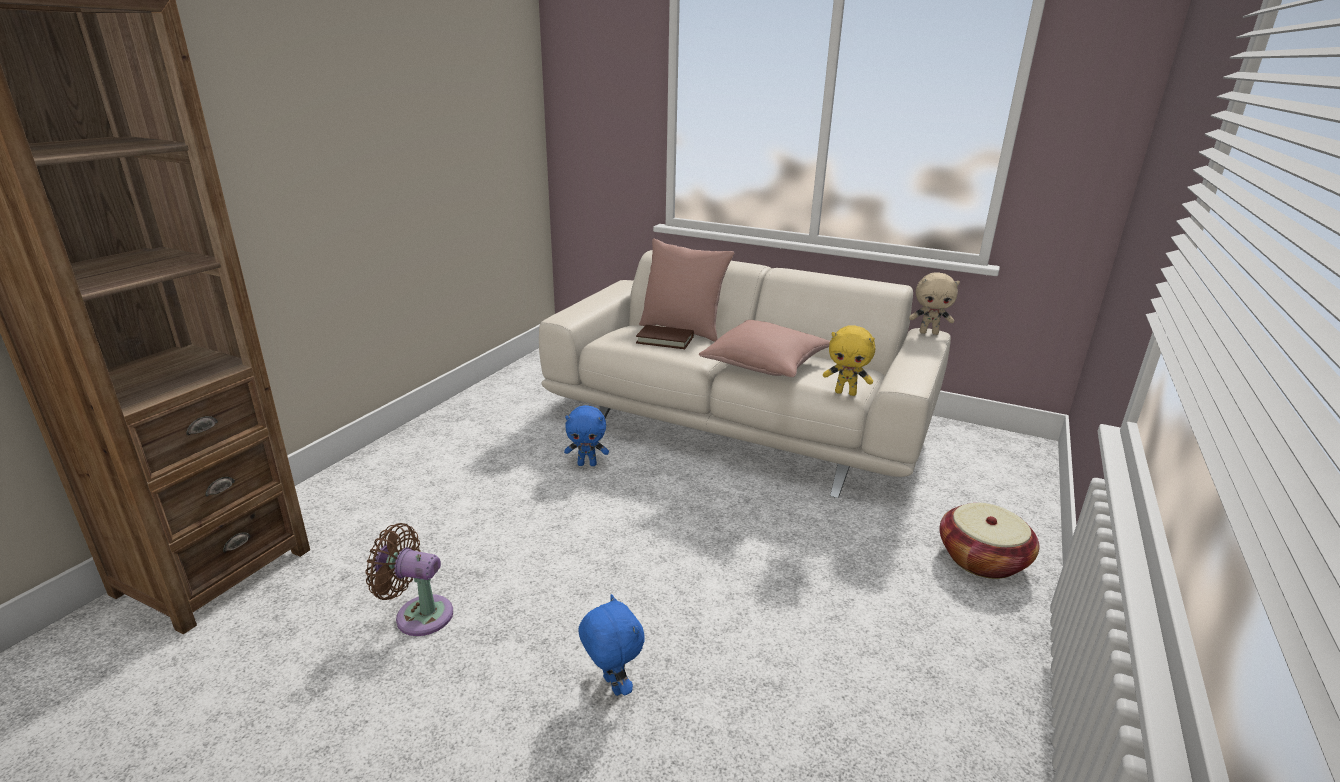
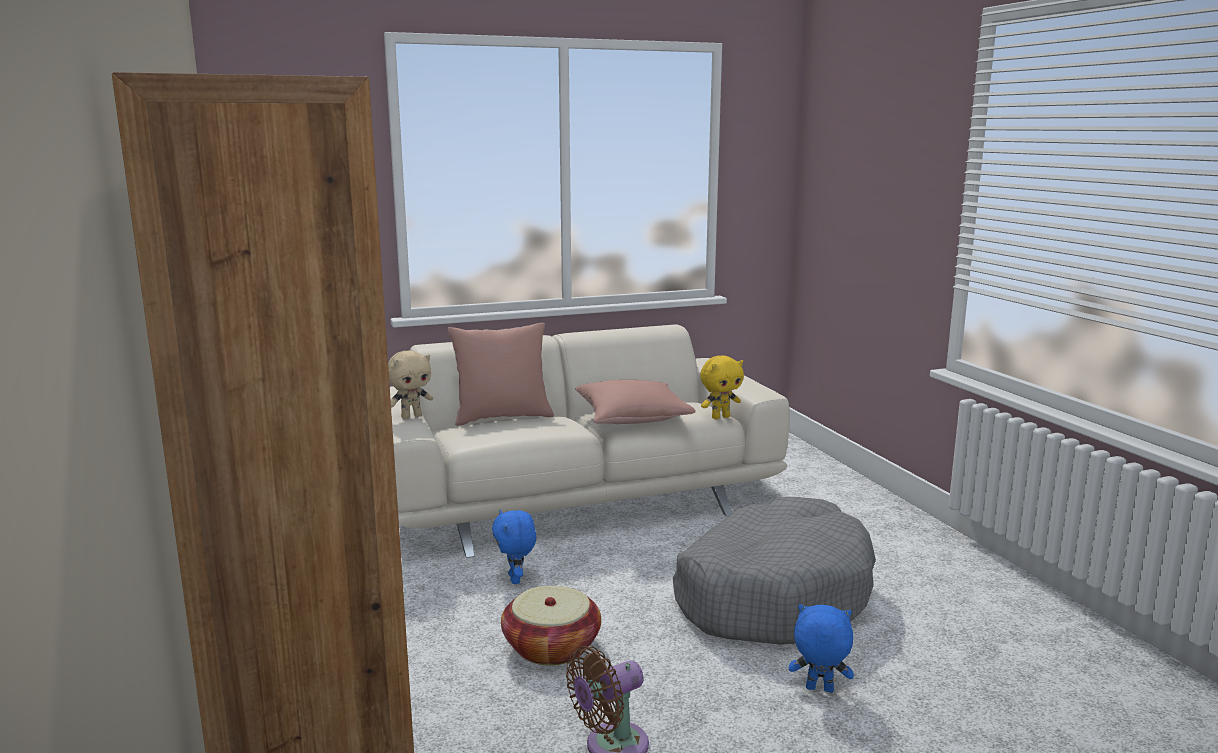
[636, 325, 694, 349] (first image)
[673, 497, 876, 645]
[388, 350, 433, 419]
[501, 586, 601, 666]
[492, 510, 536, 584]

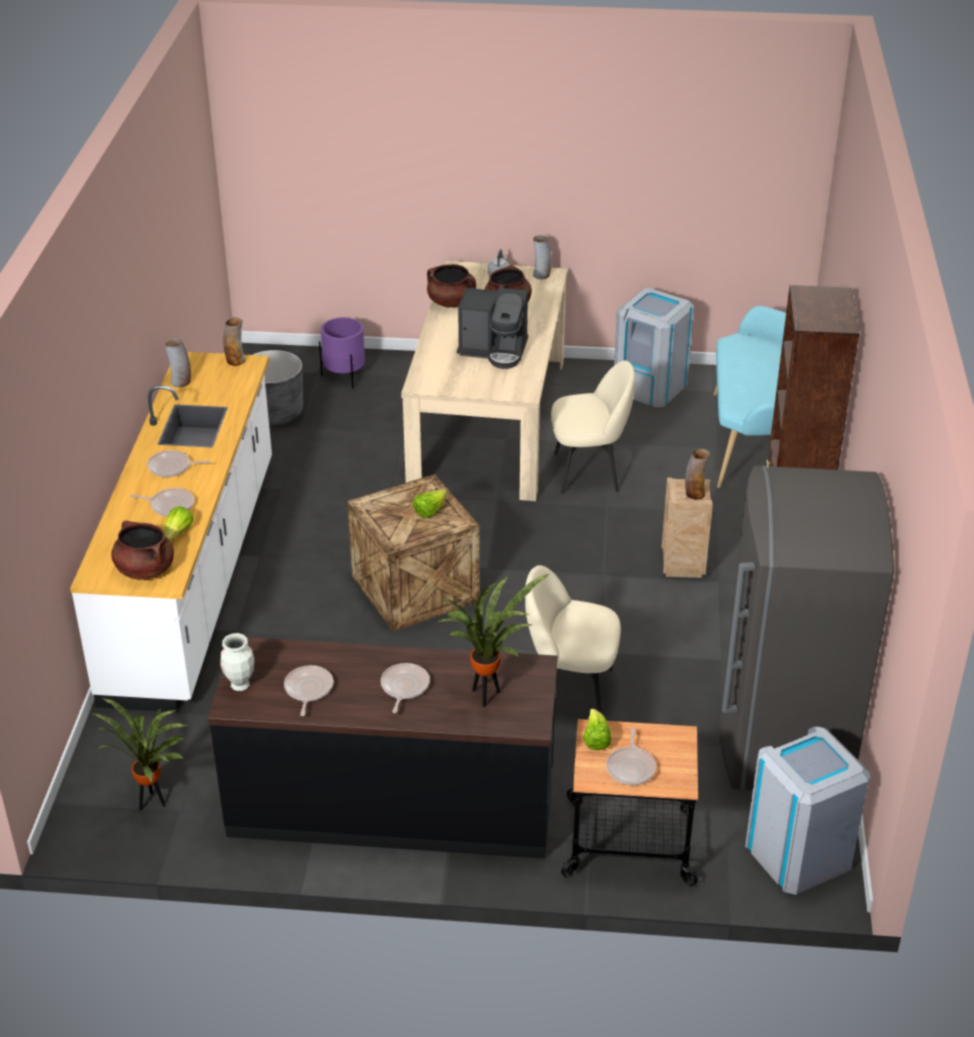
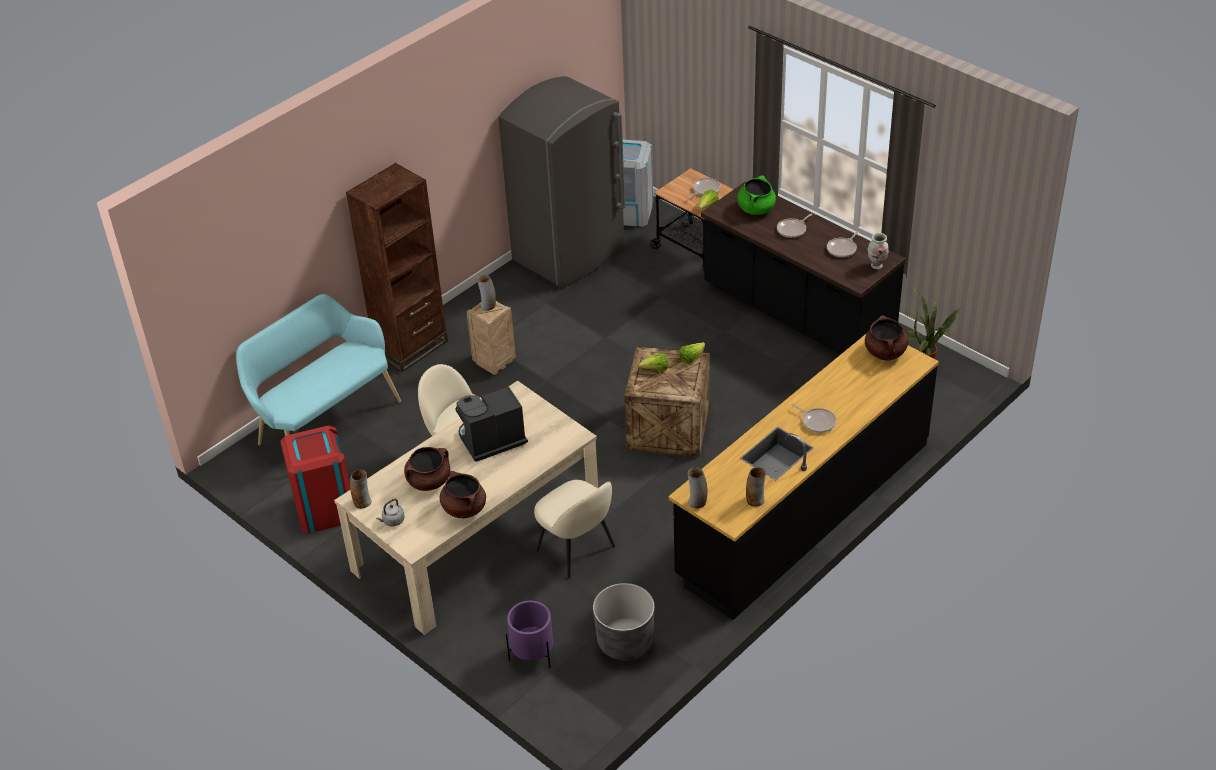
[130, 488, 194, 516] (first image)
[679, 342, 705, 364]
[534, 480, 615, 579]
[737, 175, 776, 215]
[668, 333, 939, 620]
[280, 426, 350, 534]
[456, 386, 528, 462]

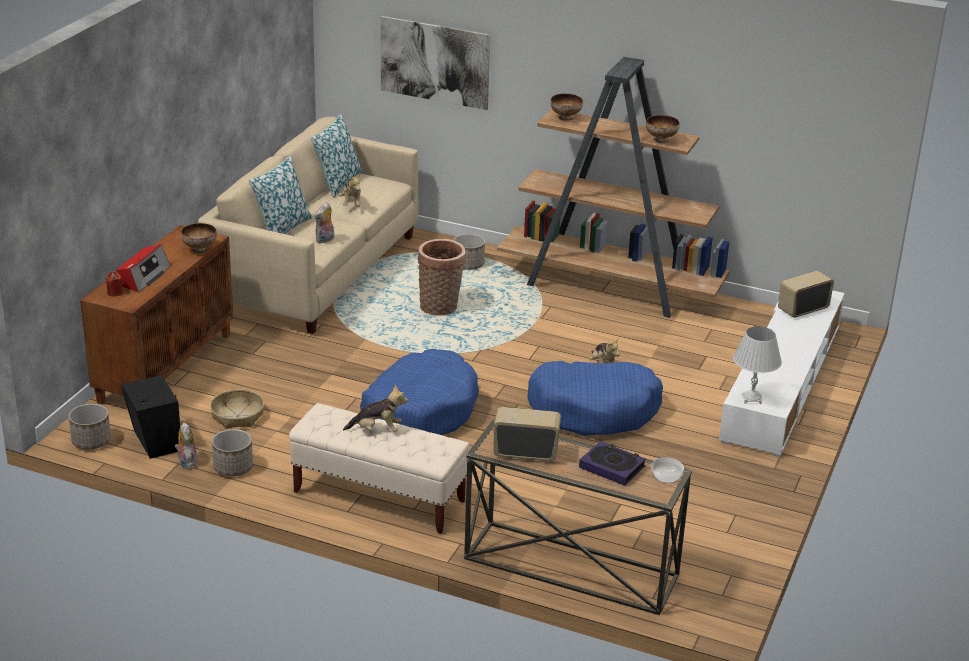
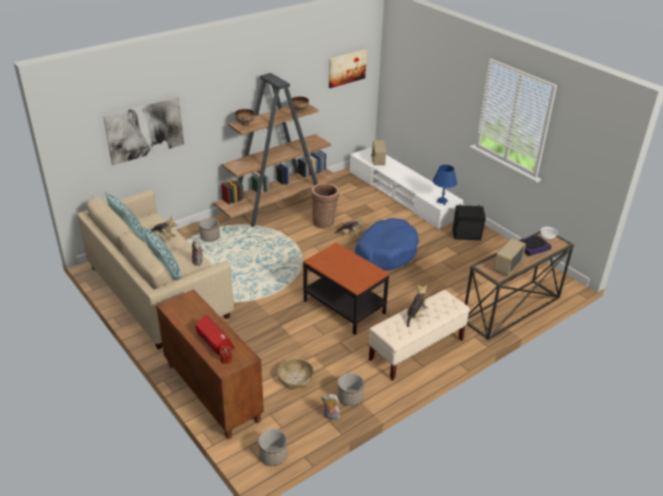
[181, 223, 217, 253] (first image)
[329, 50, 367, 88]
[452, 204, 486, 240]
[311, 183, 339, 229]
[303, 243, 390, 335]
[433, 165, 457, 205]

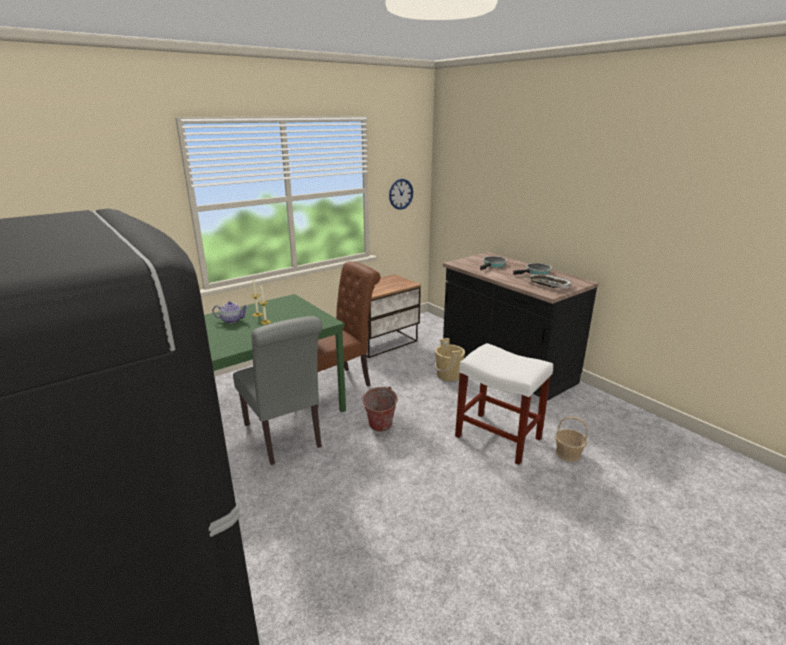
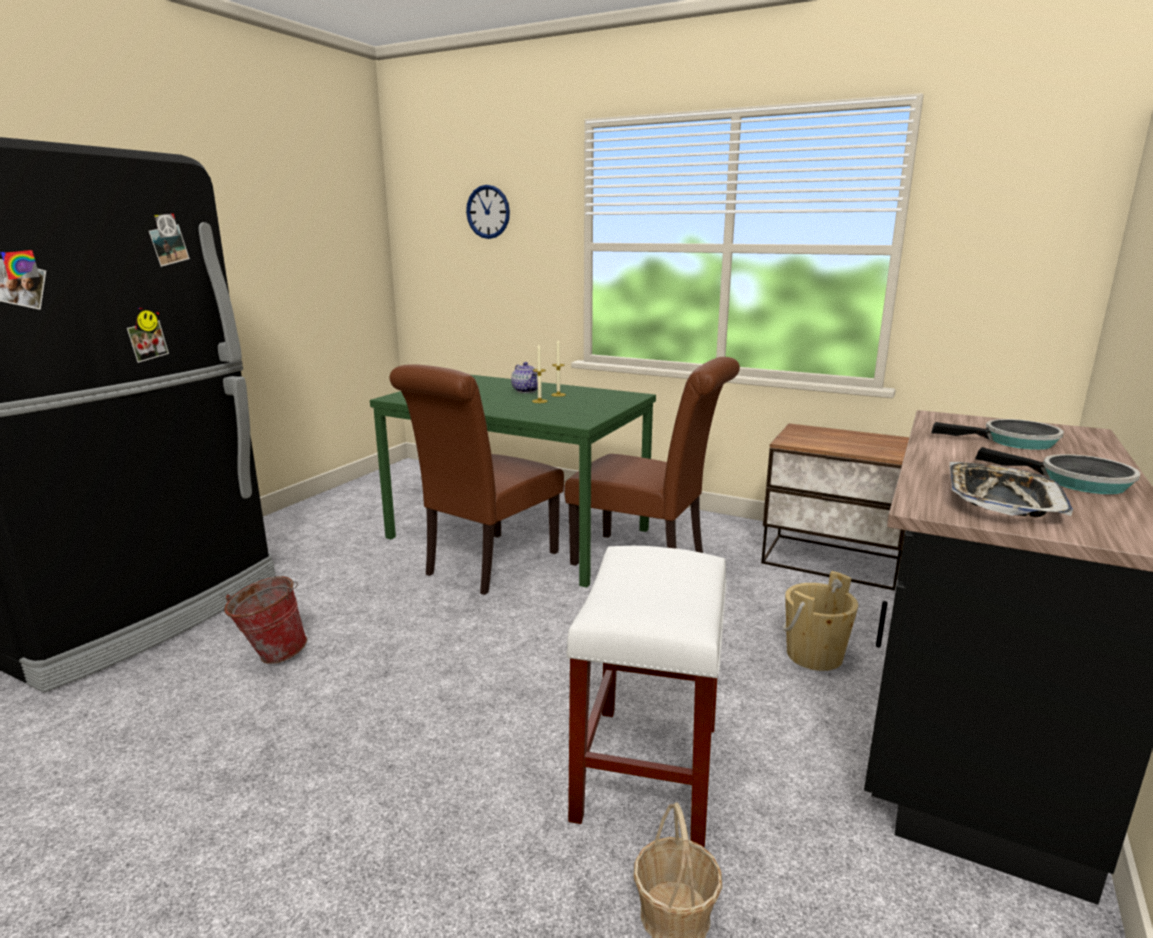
[224, 576, 307, 664]
[466, 185, 510, 239]
[390, 364, 564, 595]

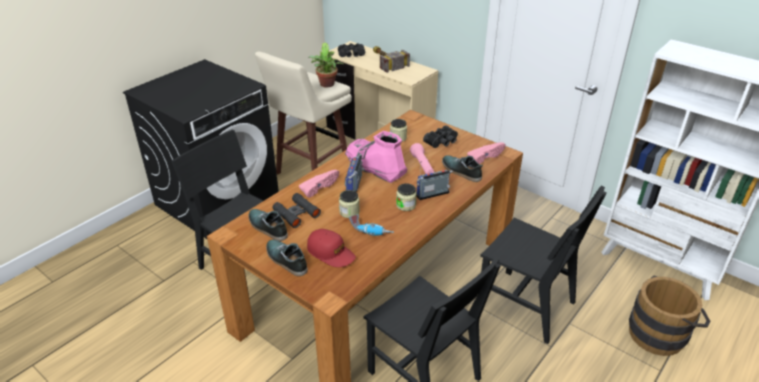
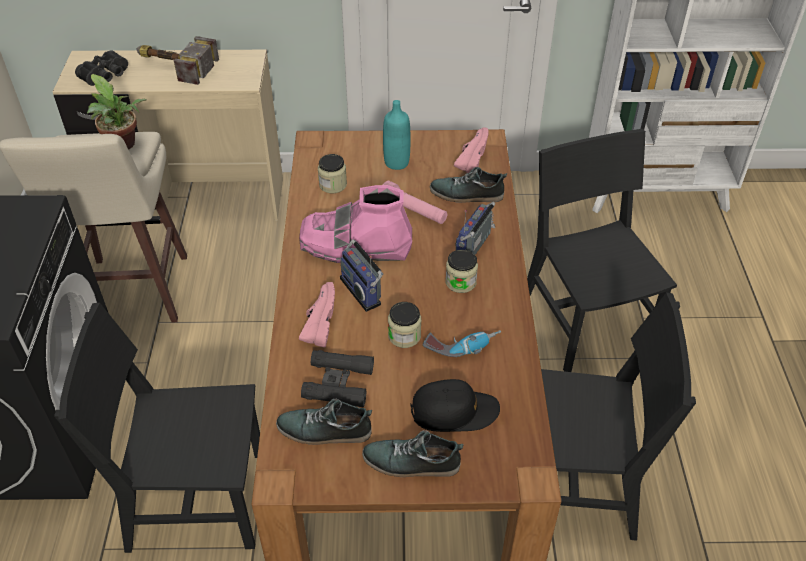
[629, 275, 710, 356] (first image)
[383, 100, 410, 170]
[410, 379, 500, 432]
[527, 129, 677, 372]

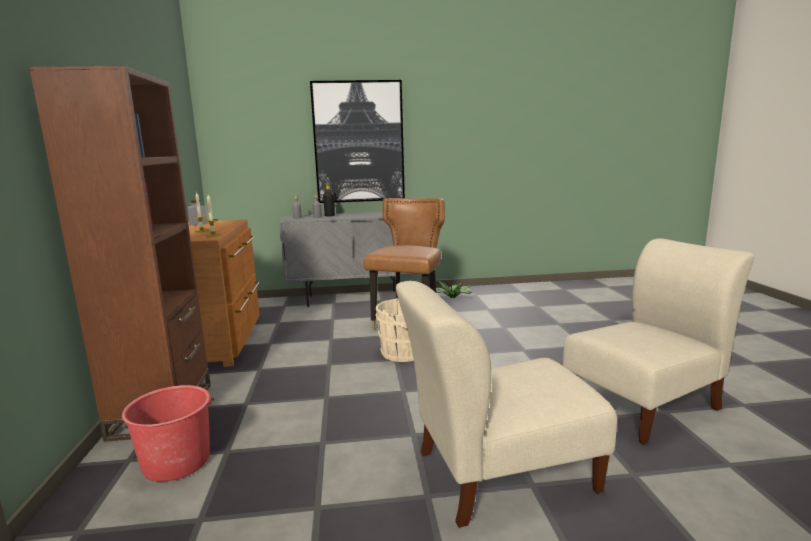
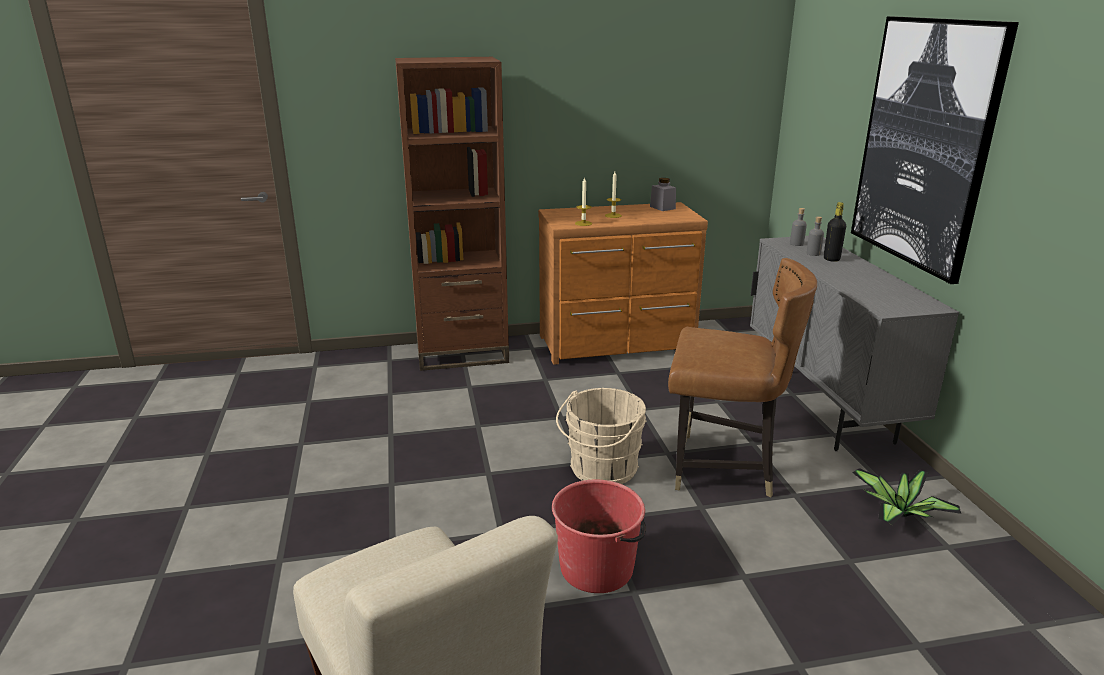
[396, 281, 617, 528] (first image)
[552, 480, 646, 593]

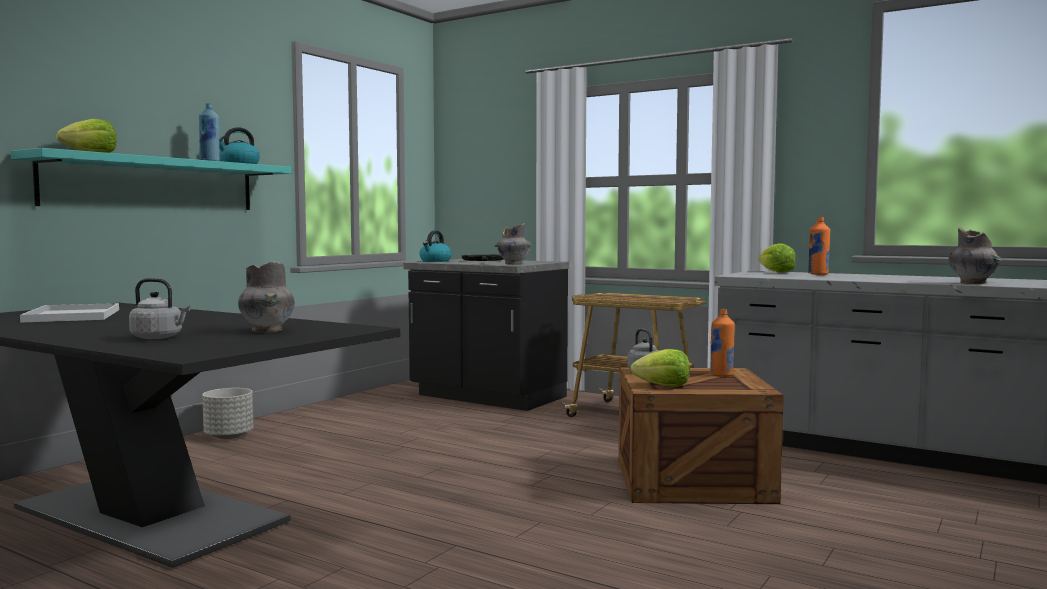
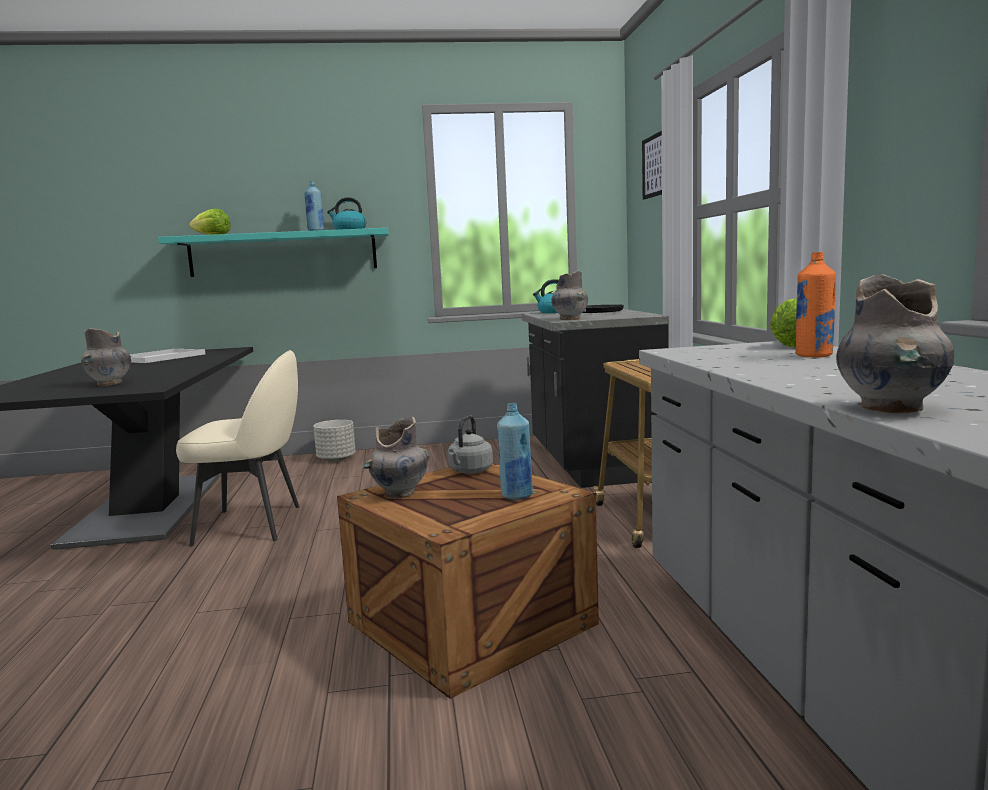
[129, 278, 191, 339] (first image)
[176, 350, 299, 547]
[642, 131, 662, 200]
[362, 417, 430, 498]
[497, 403, 533, 500]

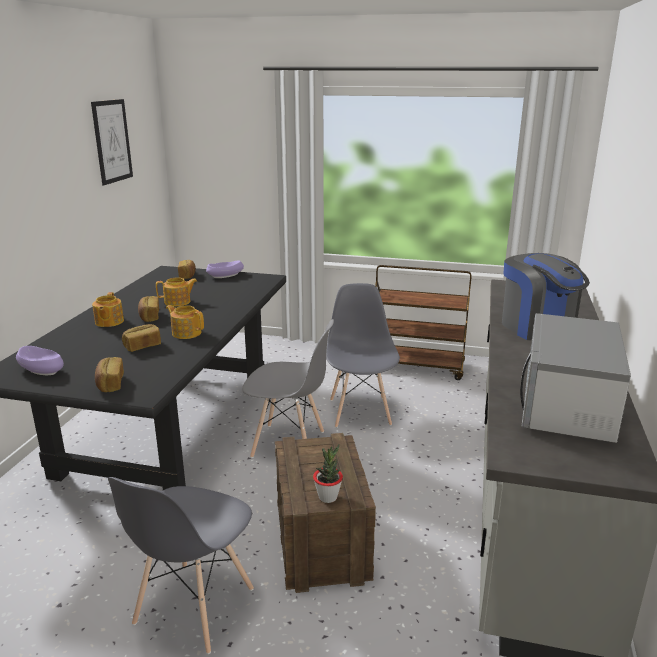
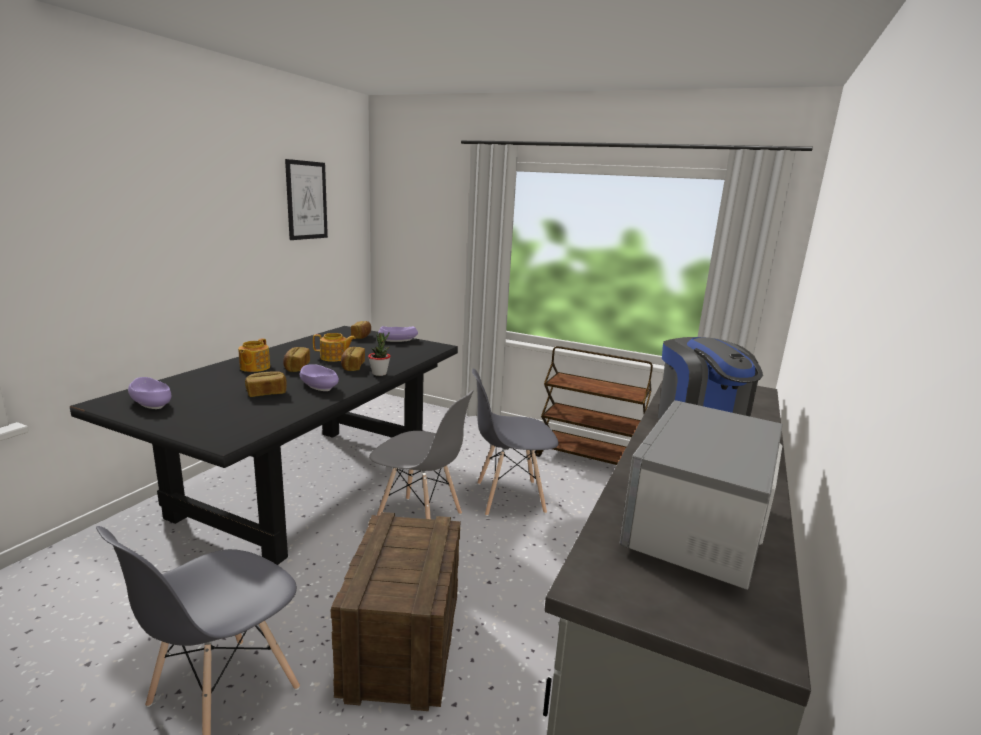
[341, 347, 365, 371]
[368, 332, 391, 376]
[300, 364, 339, 391]
[472, 368, 559, 516]

